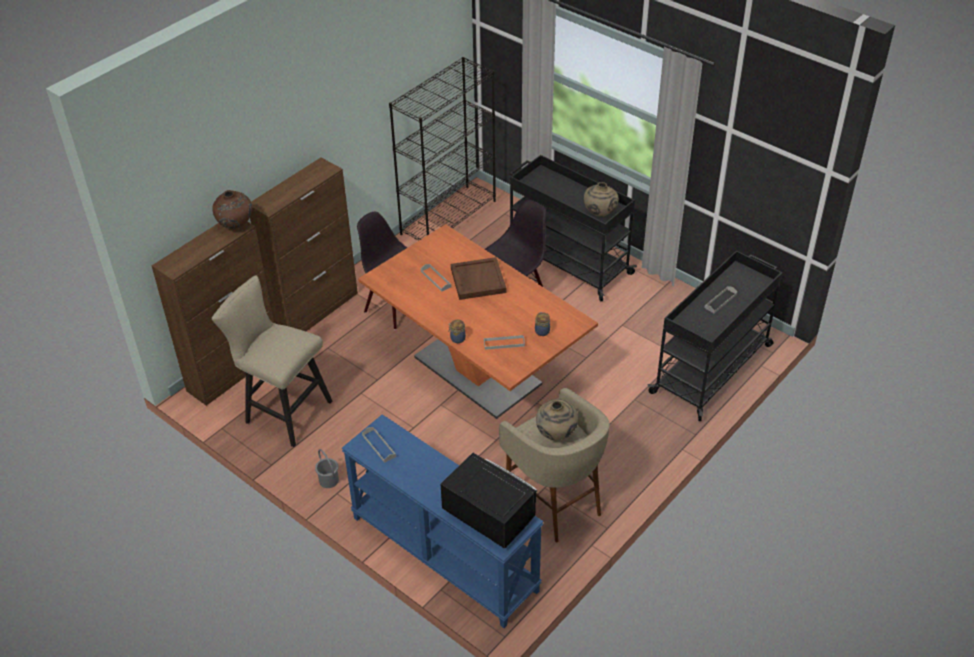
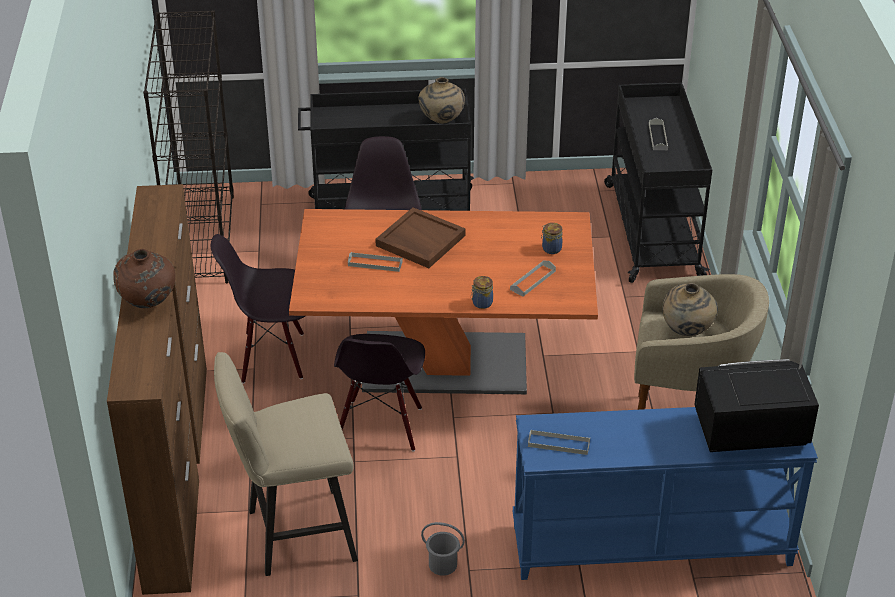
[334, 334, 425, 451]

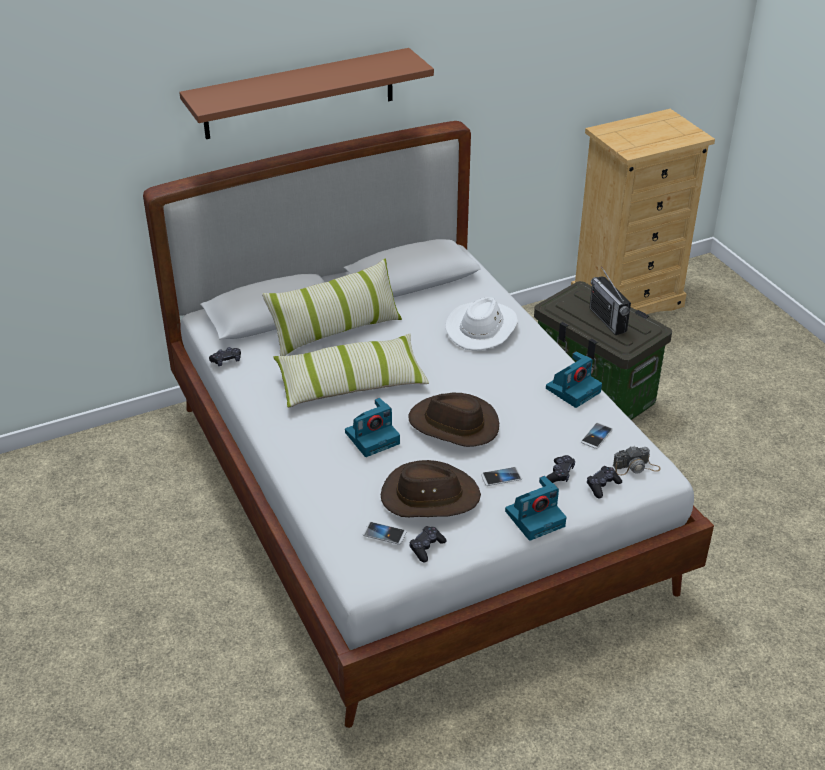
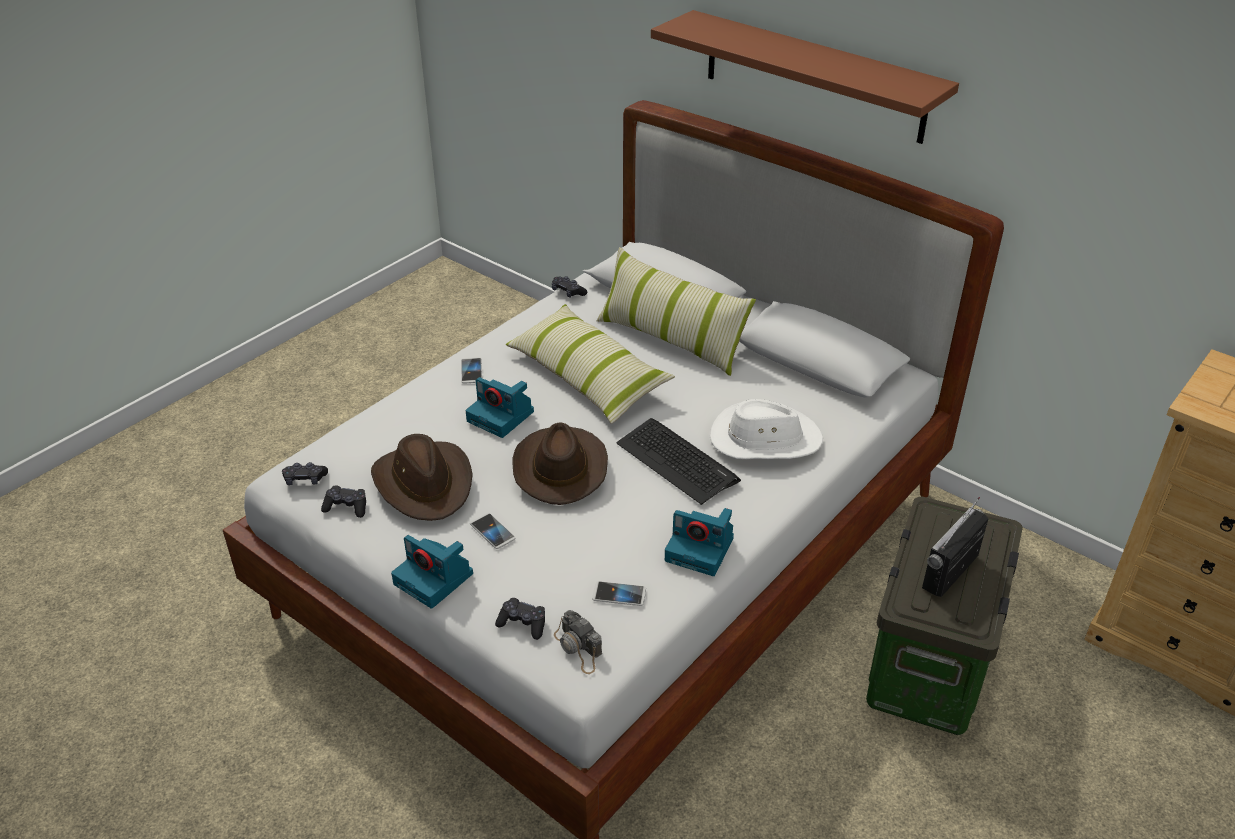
[616, 418, 741, 505]
[461, 357, 482, 383]
[282, 462, 328, 485]

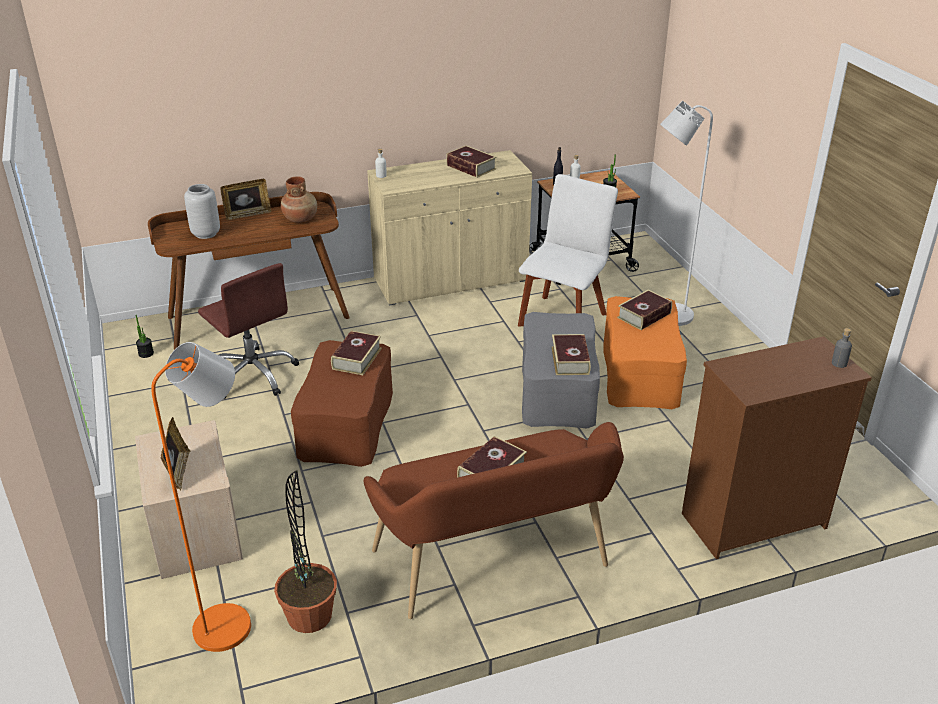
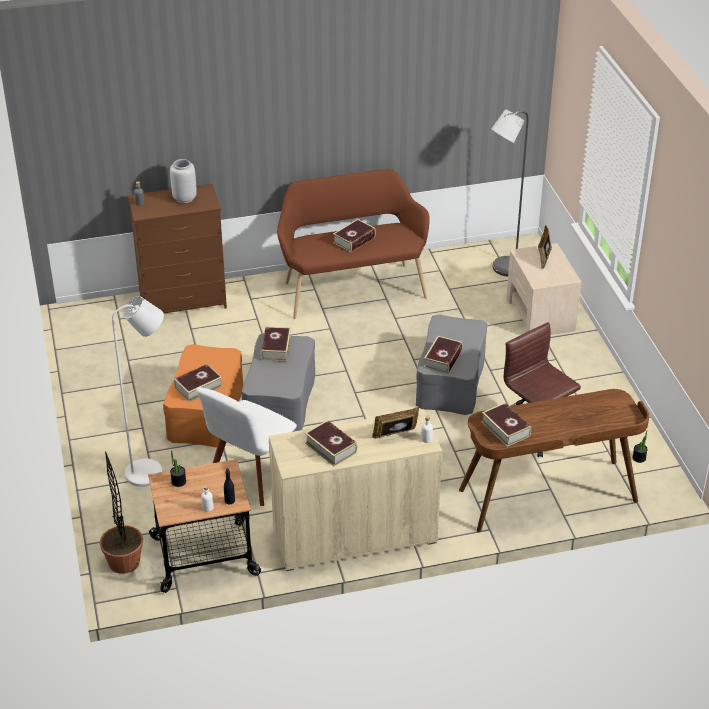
[170, 159, 197, 203]
[372, 407, 419, 439]
[100, 451, 143, 574]
[481, 403, 531, 447]
[491, 109, 529, 277]
[416, 314, 487, 415]

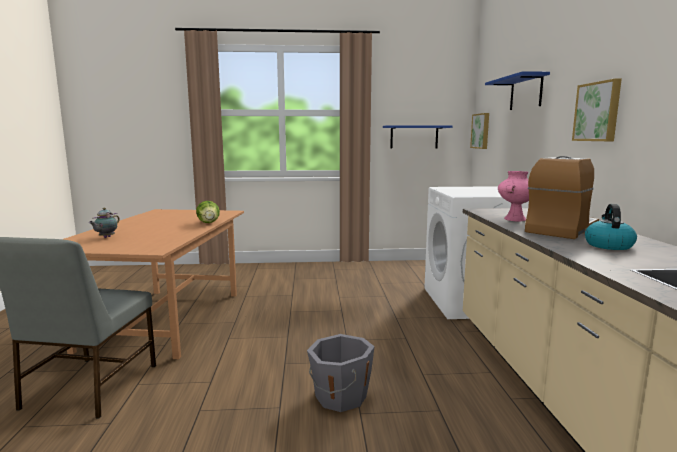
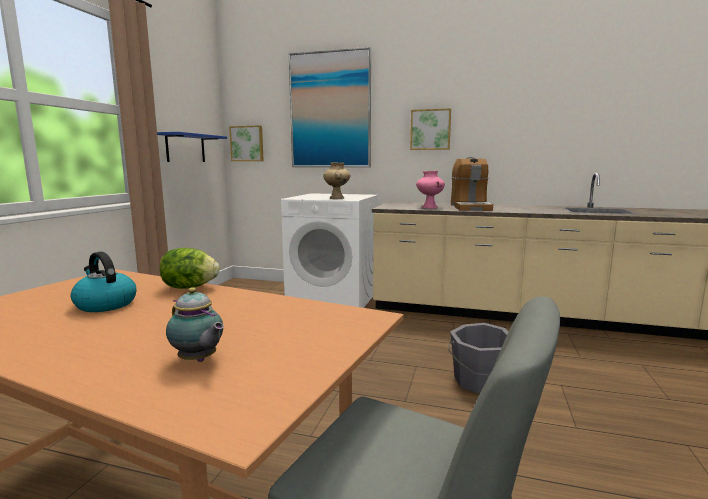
[323, 162, 350, 199]
[71, 252, 136, 312]
[289, 47, 371, 167]
[451, 157, 493, 211]

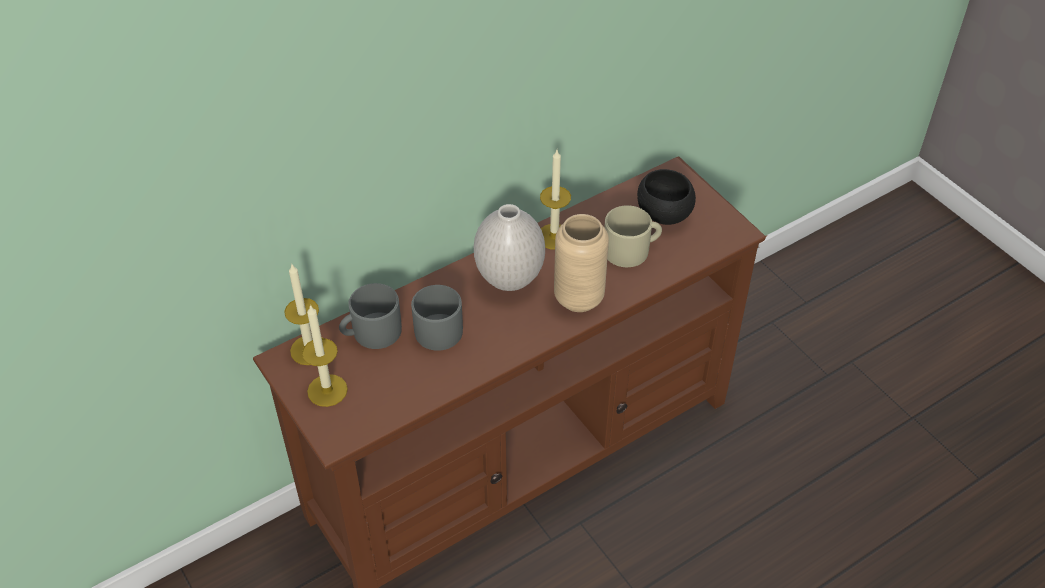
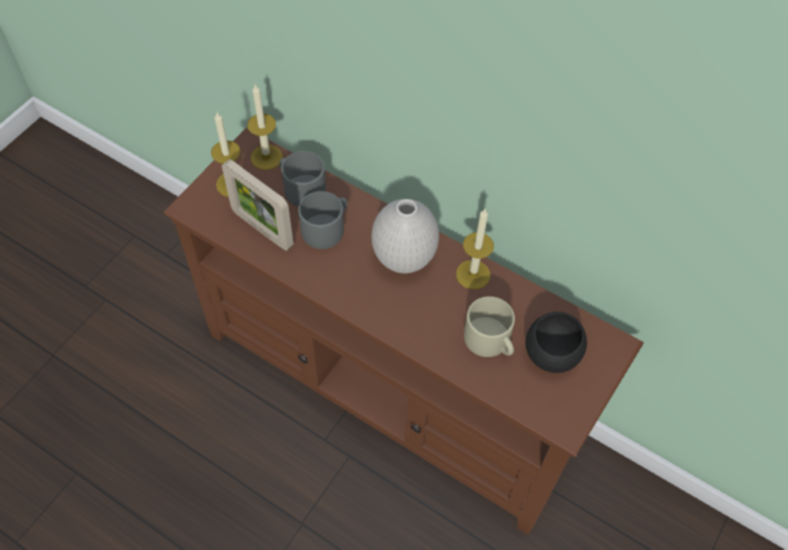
[554, 214, 609, 312] (first image)
[222, 159, 294, 251]

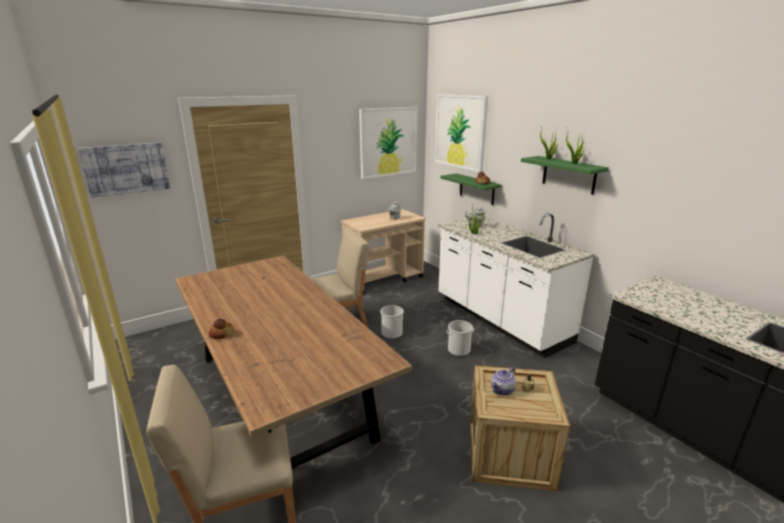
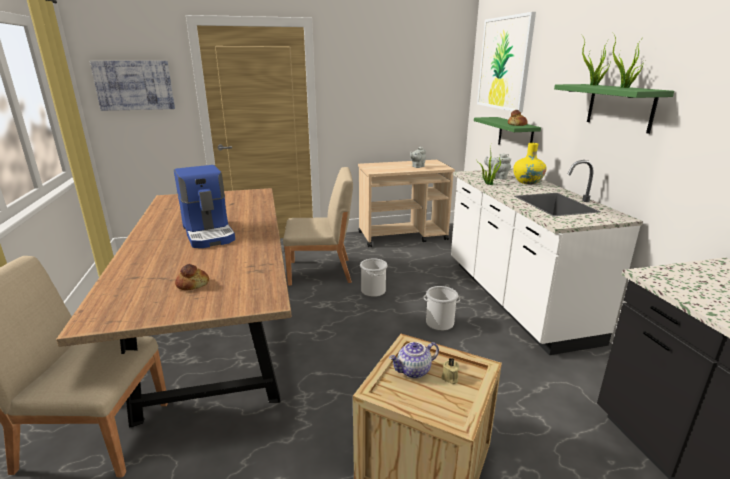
[359, 107, 418, 179] (first image)
[174, 165, 235, 248]
[513, 143, 547, 184]
[175, 264, 209, 290]

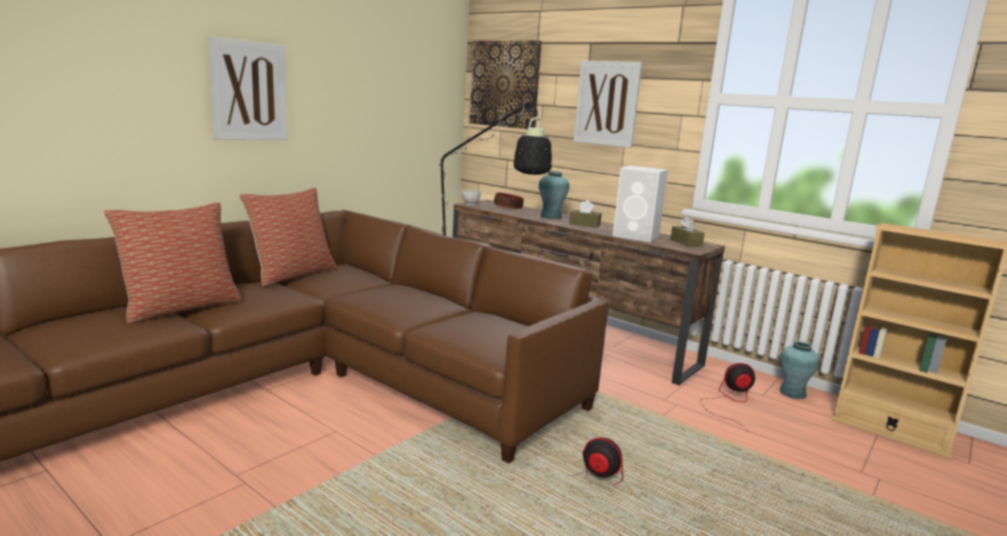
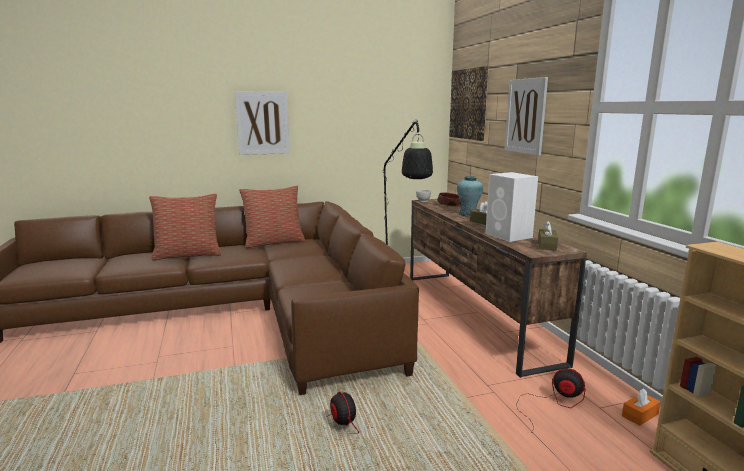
[622, 388, 661, 426]

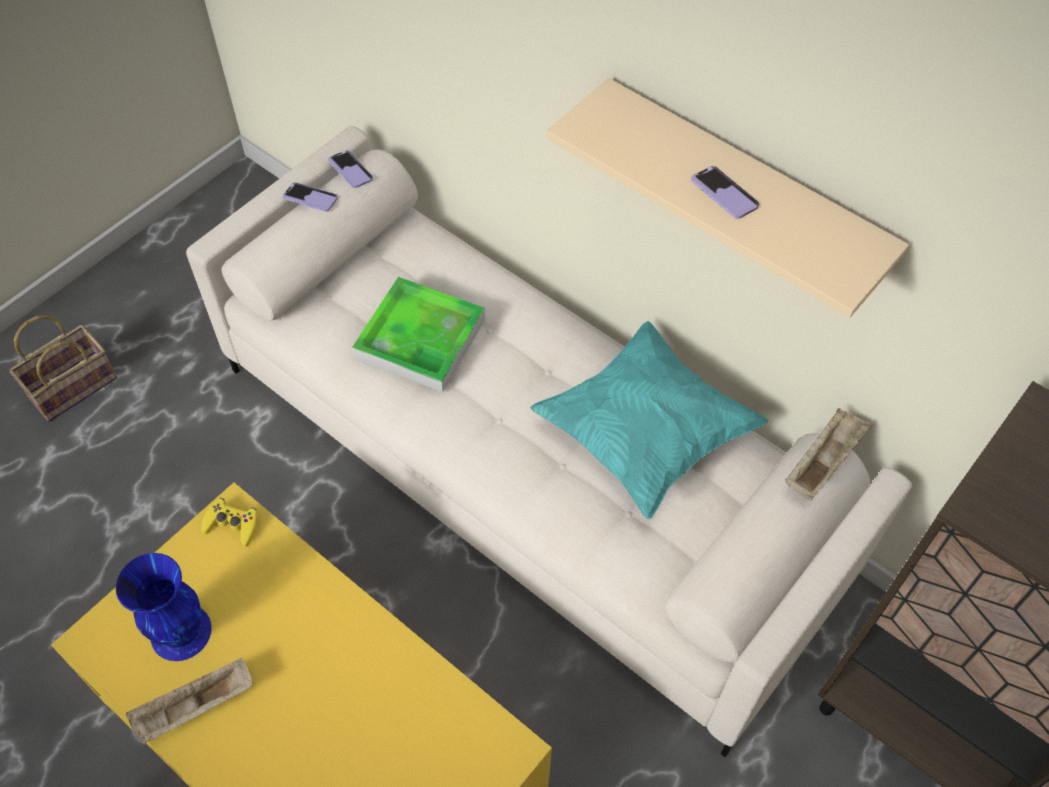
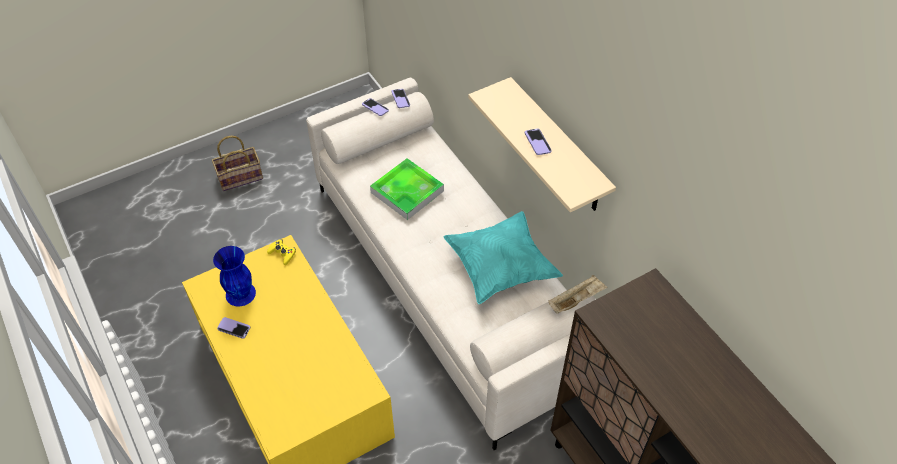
[217, 317, 250, 339]

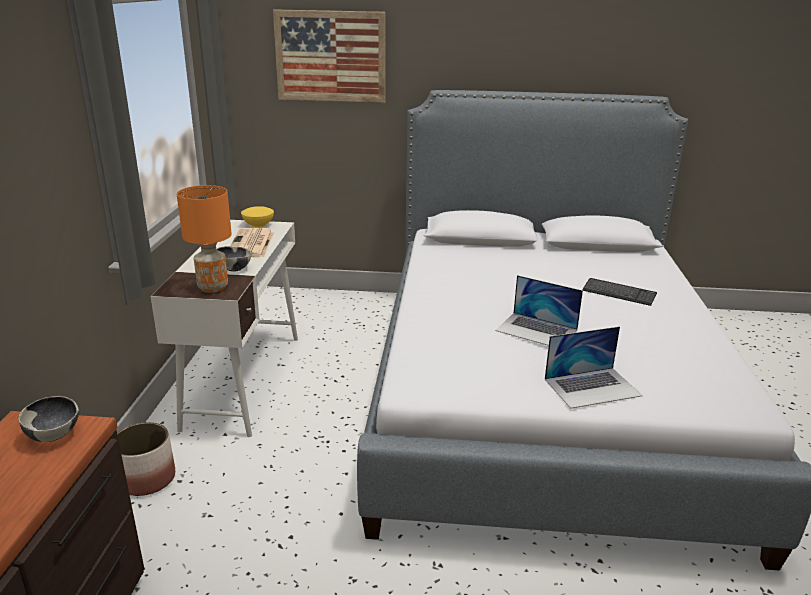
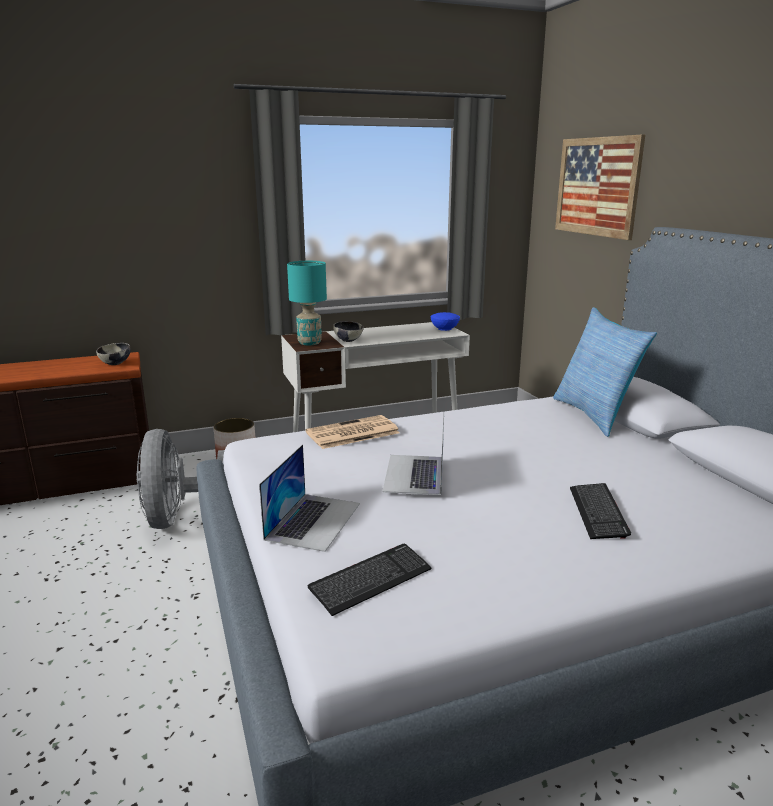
[136, 429, 225, 529]
[308, 543, 431, 616]
[553, 307, 657, 437]
[306, 415, 400, 449]
[287, 261, 327, 345]
[431, 312, 460, 331]
[259, 444, 360, 552]

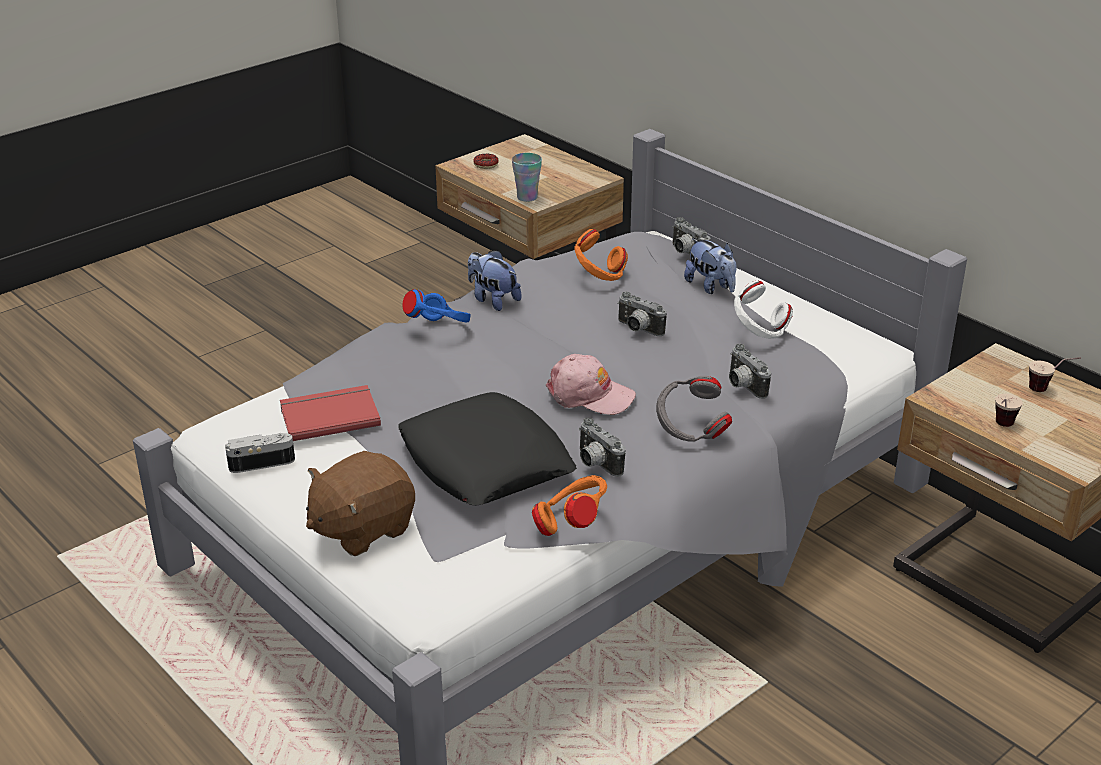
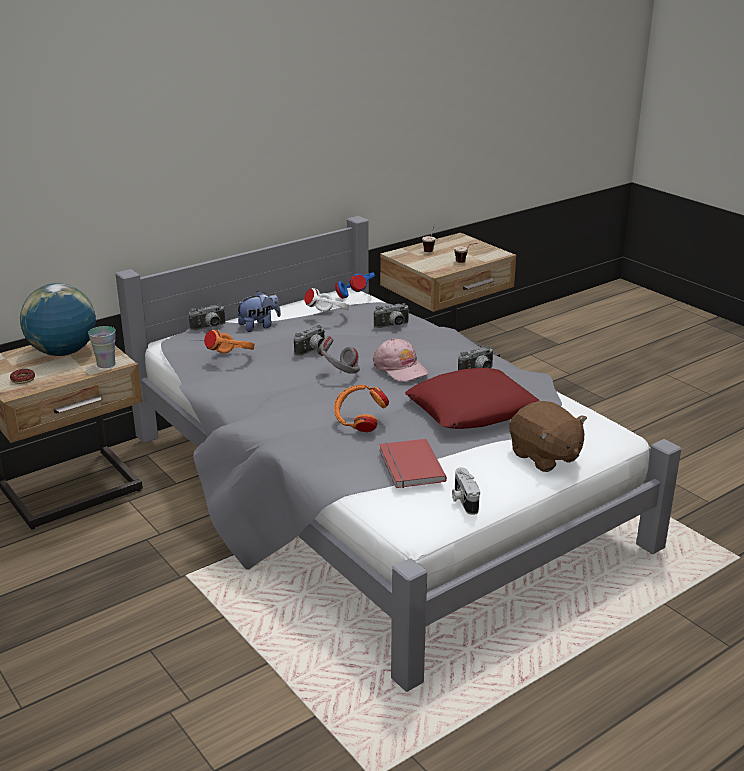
[468, 250, 521, 311] (first image)
[20, 283, 96, 356]
[335, 273, 375, 299]
[334, 385, 389, 432]
[317, 336, 360, 373]
[405, 368, 539, 429]
[373, 338, 429, 382]

